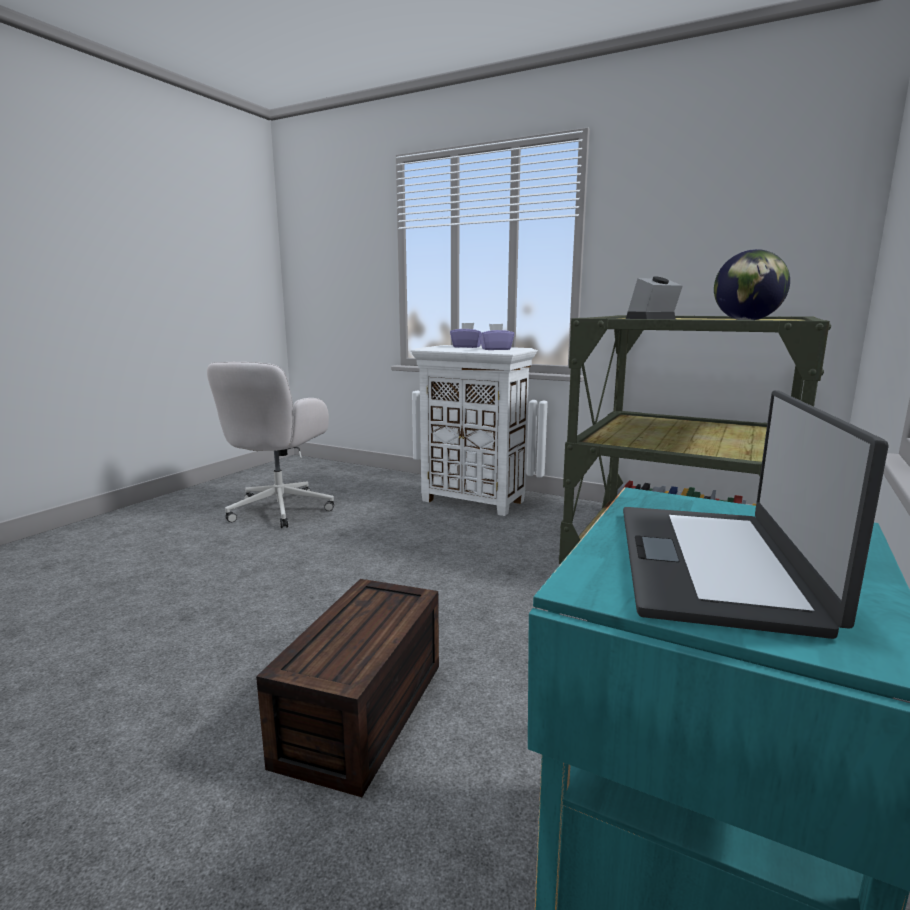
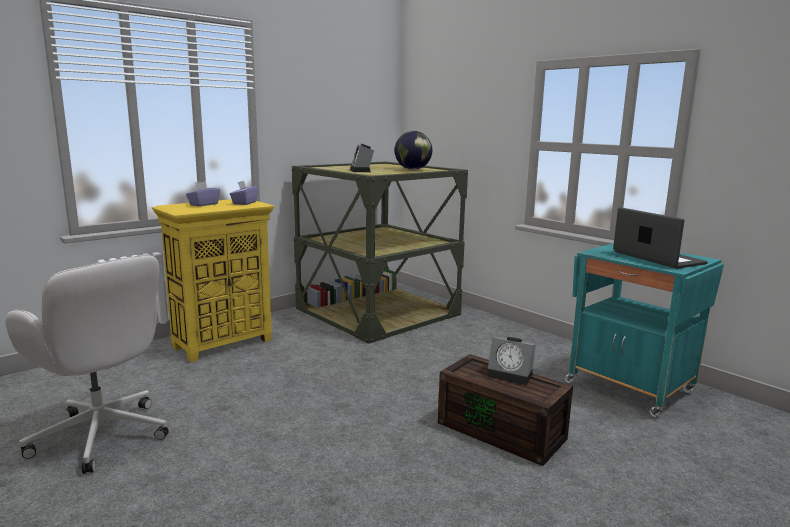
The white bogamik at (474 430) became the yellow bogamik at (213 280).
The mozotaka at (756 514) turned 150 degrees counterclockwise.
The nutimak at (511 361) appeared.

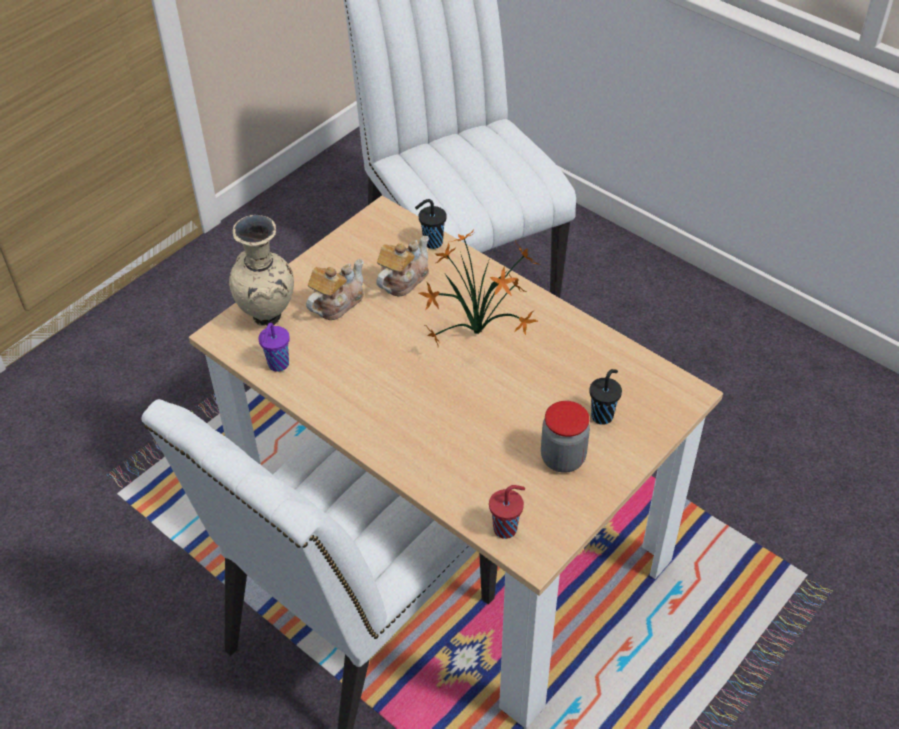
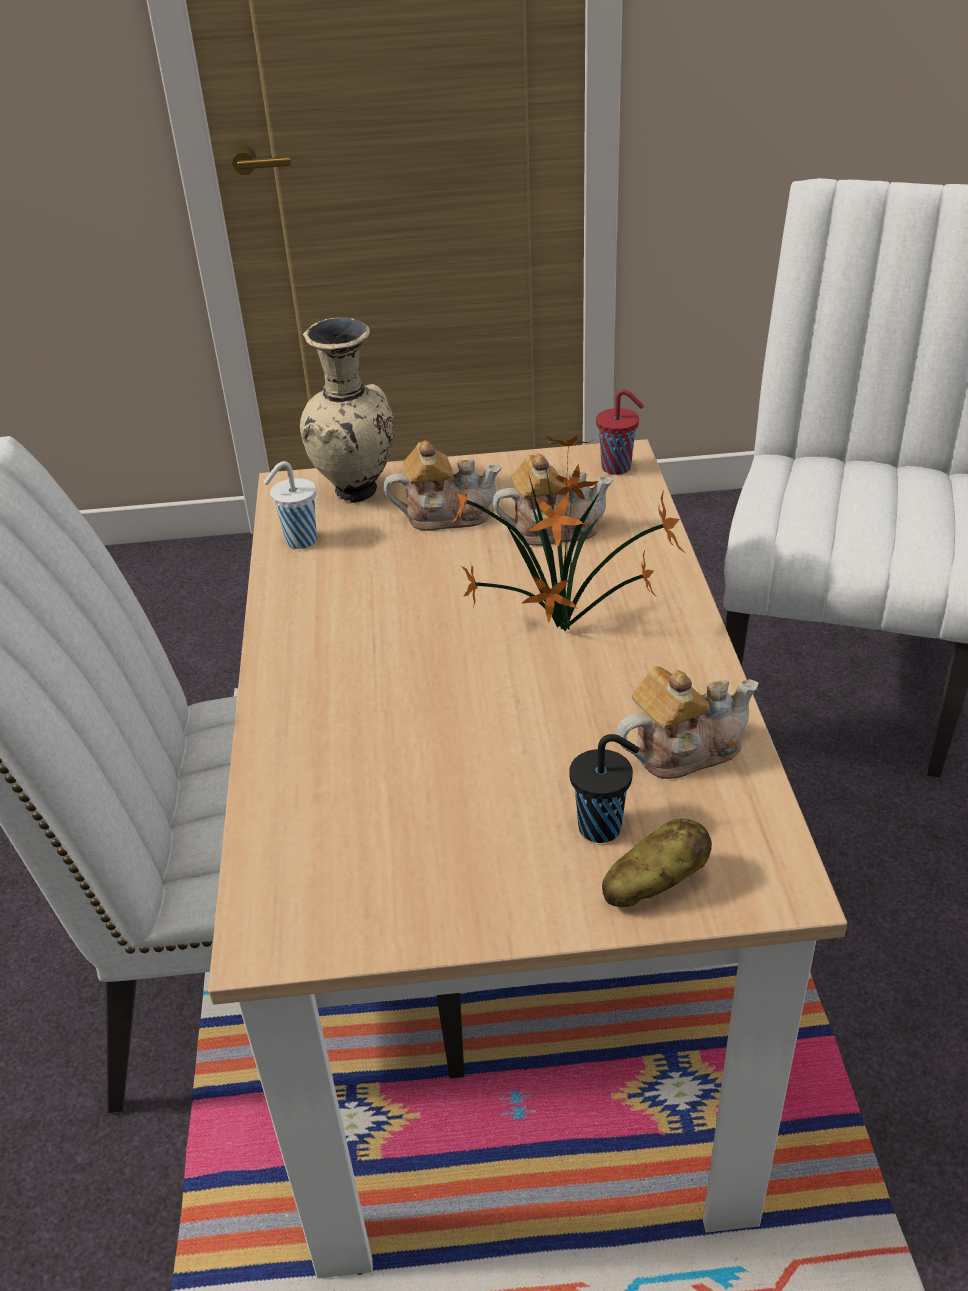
The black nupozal at (431 224) disappeared.
The purple nupozal at (274 347) became the white nupozal at (290 505).
The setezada at (565 437) disappeared.
The red nupozal moved from (507 512) to (620 432).
The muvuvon at (687 722) appeared.
The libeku at (657 863) appeared.

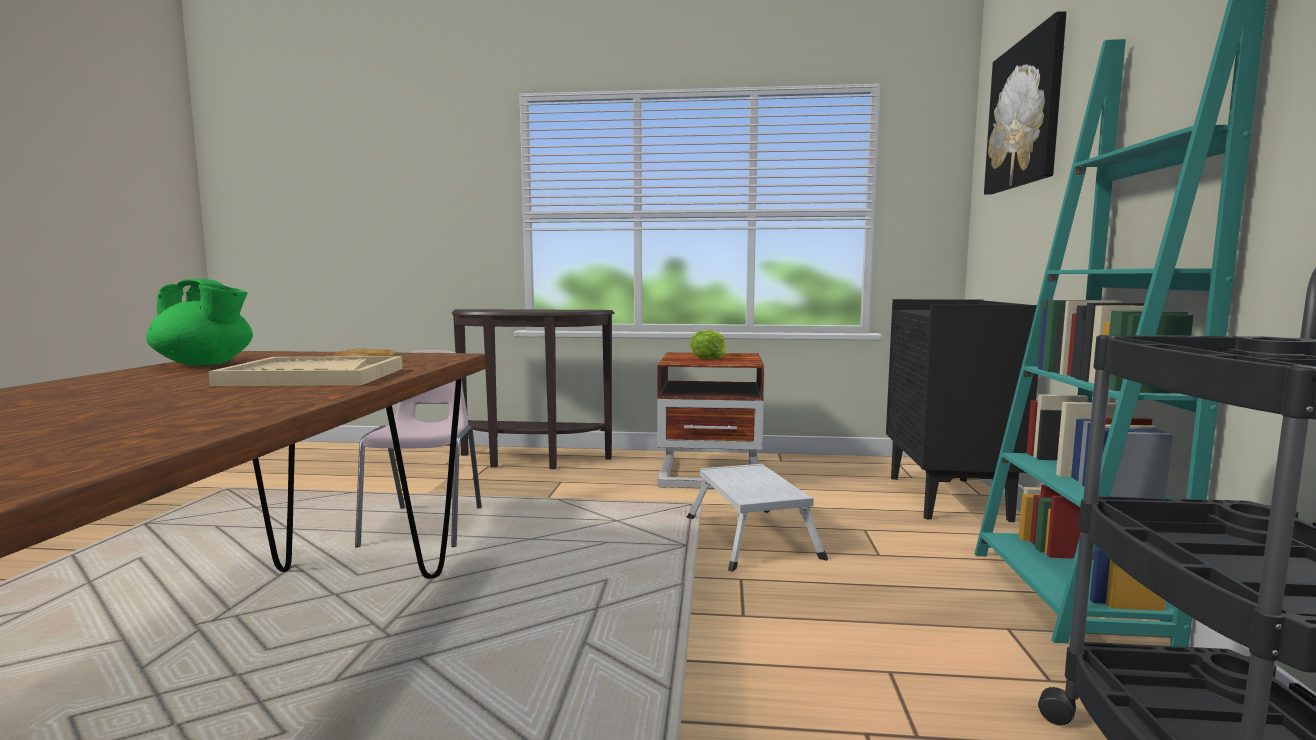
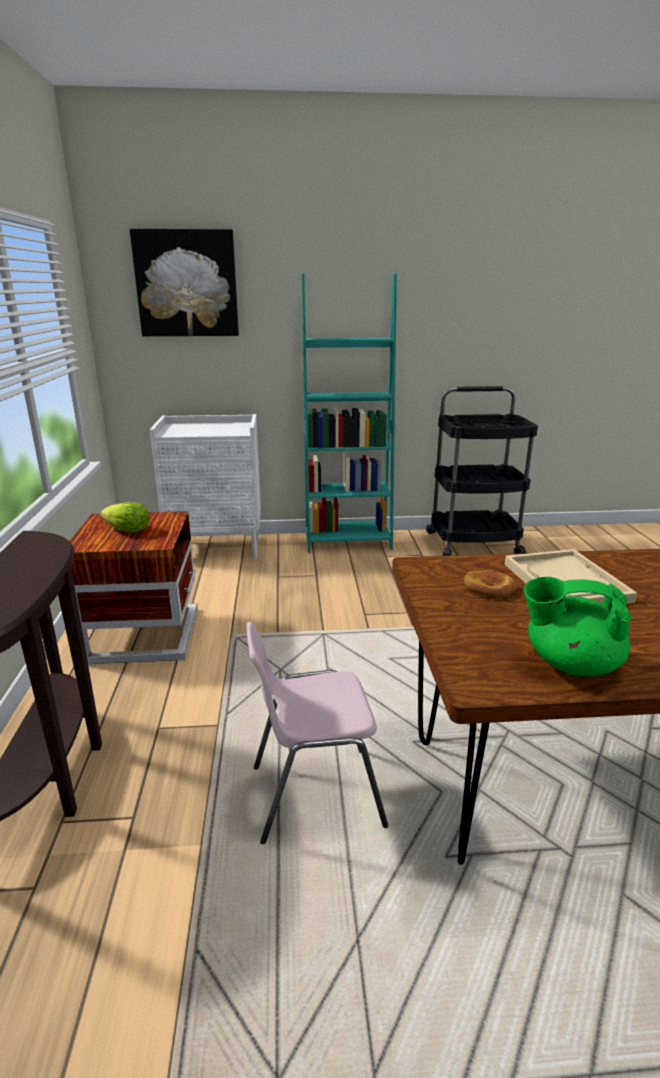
The green muvuvon at (199 322) turned 90 degrees counterclockwise.
The black bogamik at (962 410) became the white bogamik at (205 486).
The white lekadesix at (757 518) disappeared.

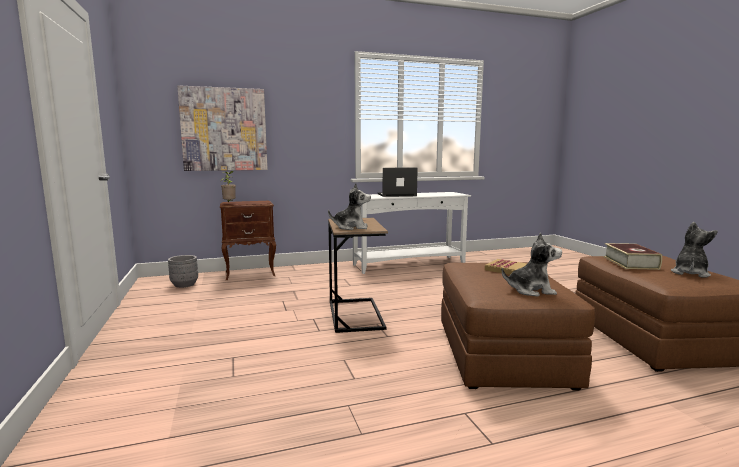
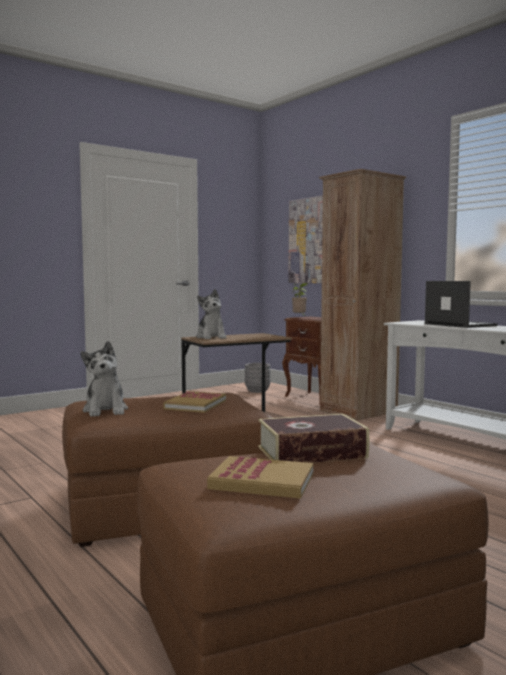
The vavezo at (694 250) was replaced by the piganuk at (260 477).
The brown bogamik at (362 295) appeared.

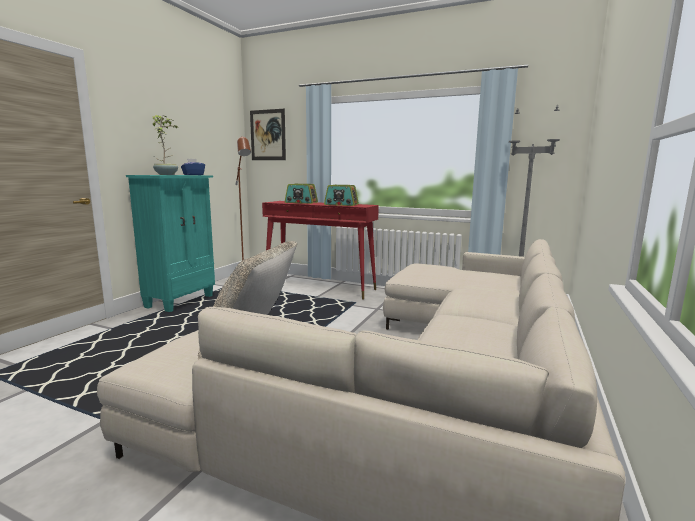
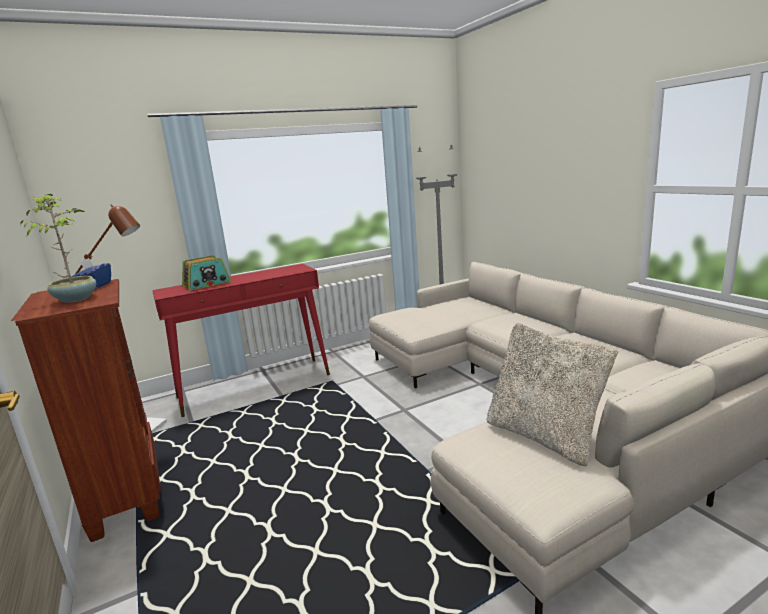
The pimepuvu at (268 134) disappeared.
The turquoise bogamik at (170 243) became the brown bogamik at (86 410).
The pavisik at (341 195) disappeared.

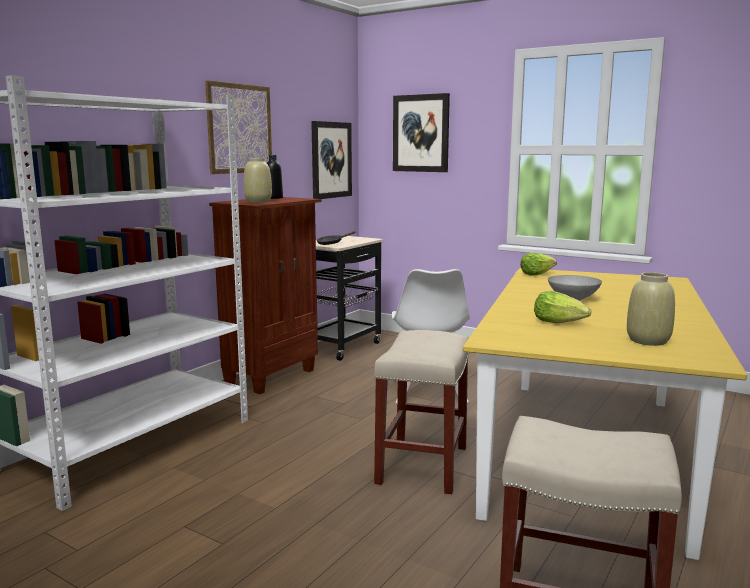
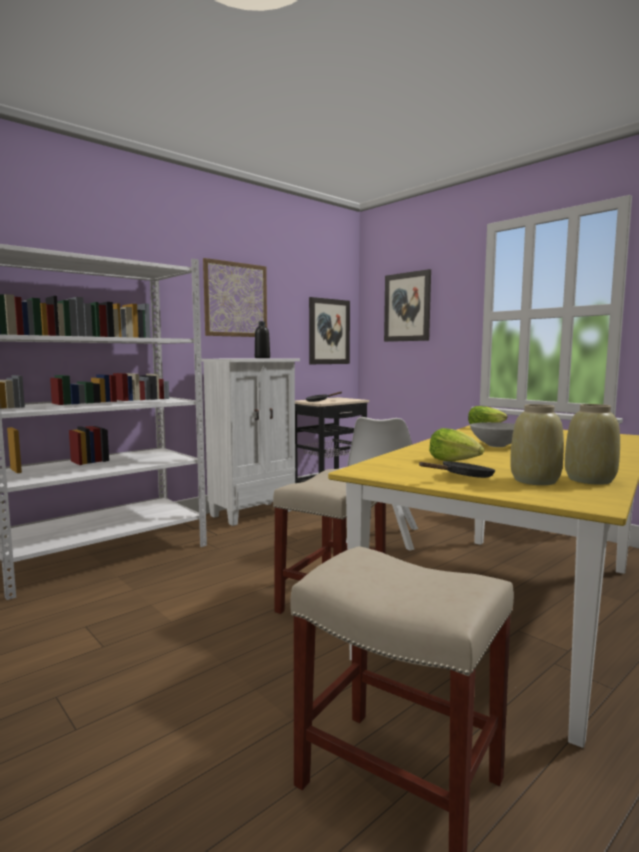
The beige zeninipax moved from (258 180) to (592 444).
The brown bogamik at (265 295) became the white bogamik at (250 442).
The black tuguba at (457 469) appeared.

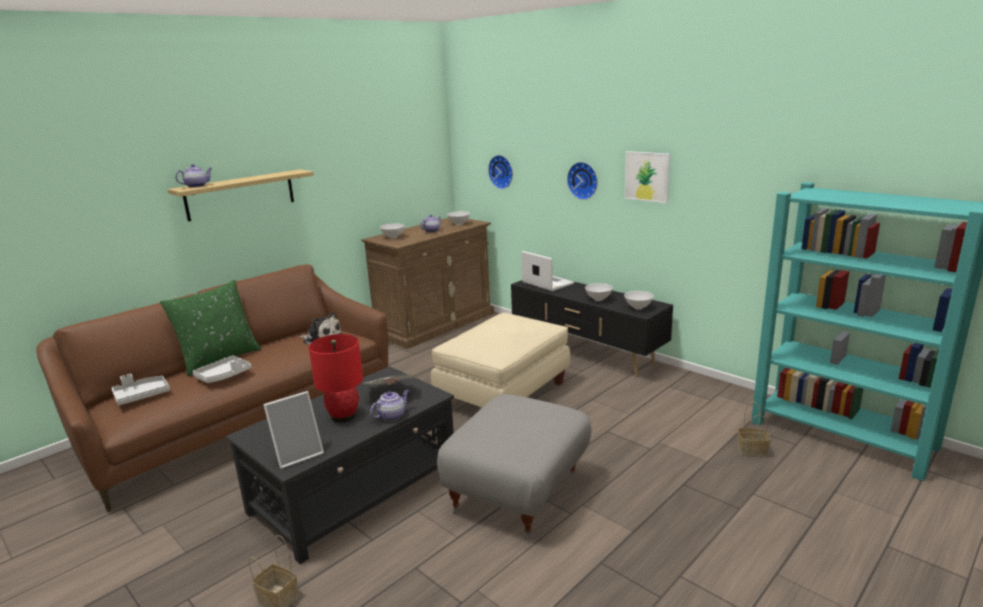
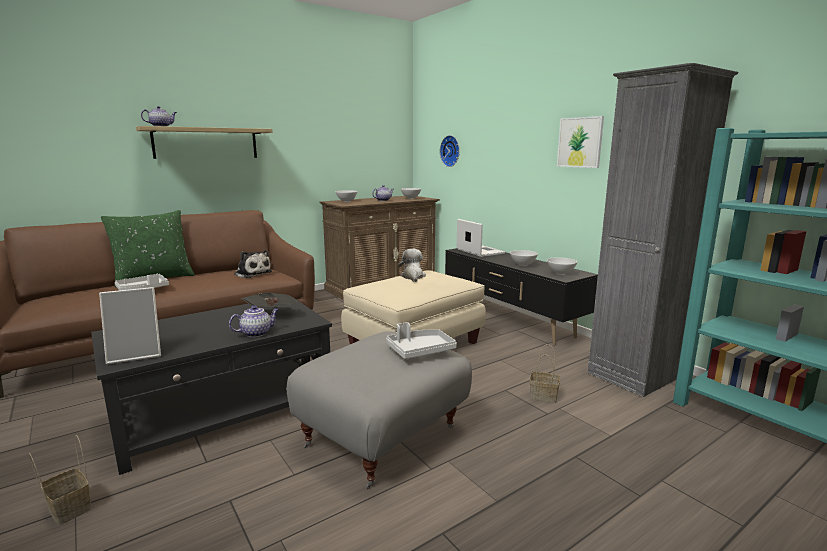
The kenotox at (582 181) disappeared.
The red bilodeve at (336 378) disappeared.
The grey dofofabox moved from (141 389) to (421 340).
The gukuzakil moved from (753 429) to (545 373).
The grey bogamik at (662 230) appeared.
The vavezo at (412 265) appeared.

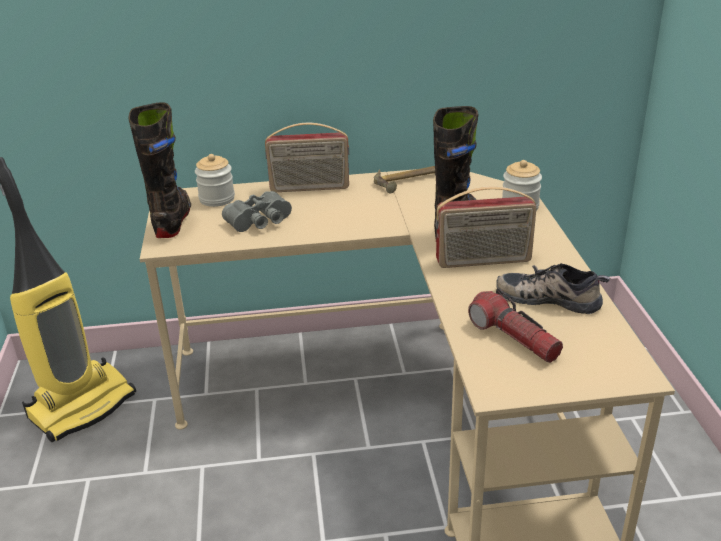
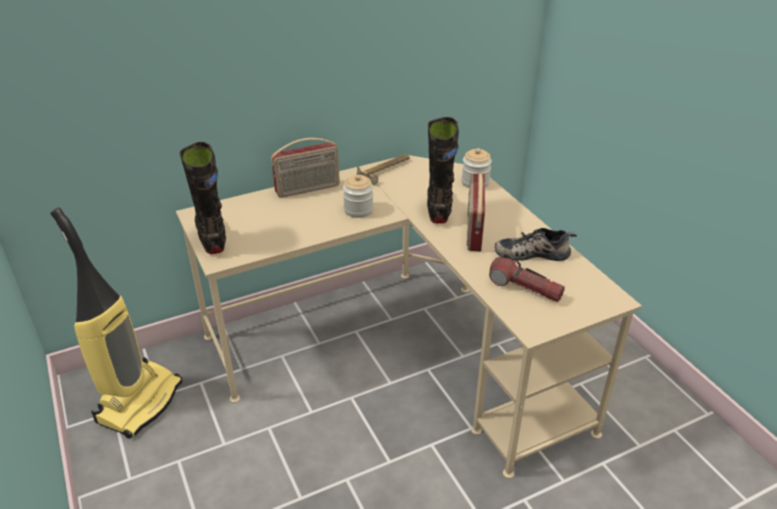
The setezada moved from (215 180) to (358 196).
The pavisik at (486 227) turned 120 degrees clockwise.
The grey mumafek at (257 211) disappeared.

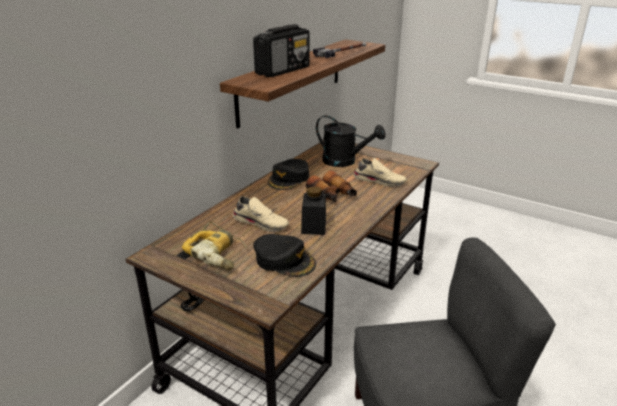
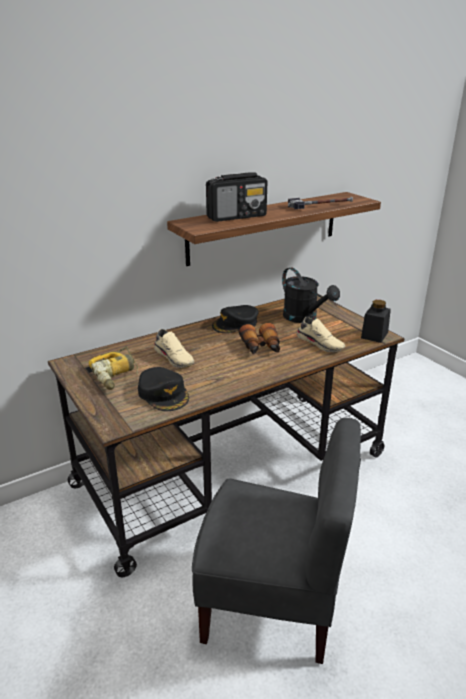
The black setezada moved from (313 210) to (376 321).

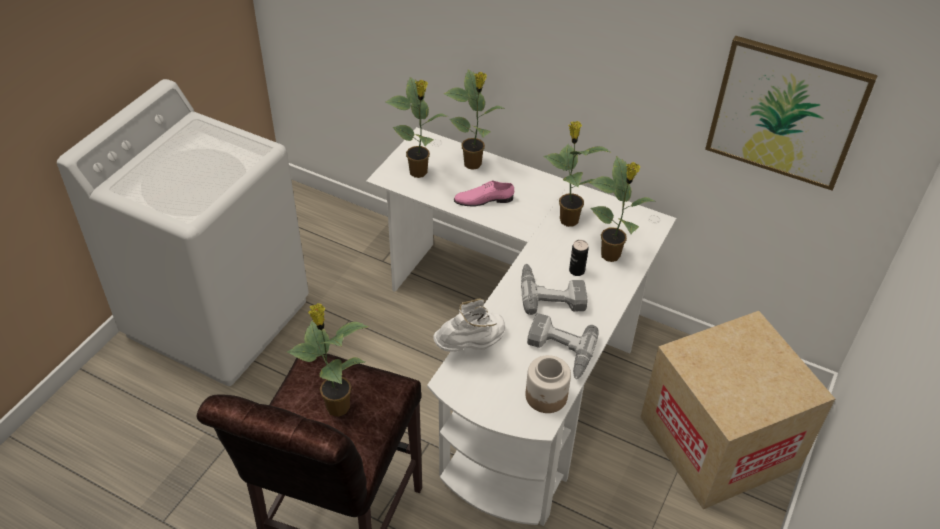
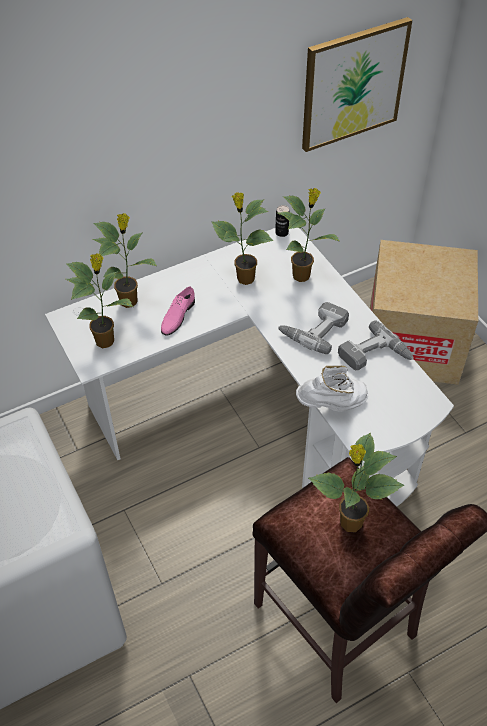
The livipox moved from (579 258) to (282 221).
The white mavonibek at (469 325) turned 75 degrees clockwise.
The setezada at (548 384) disappeared.

